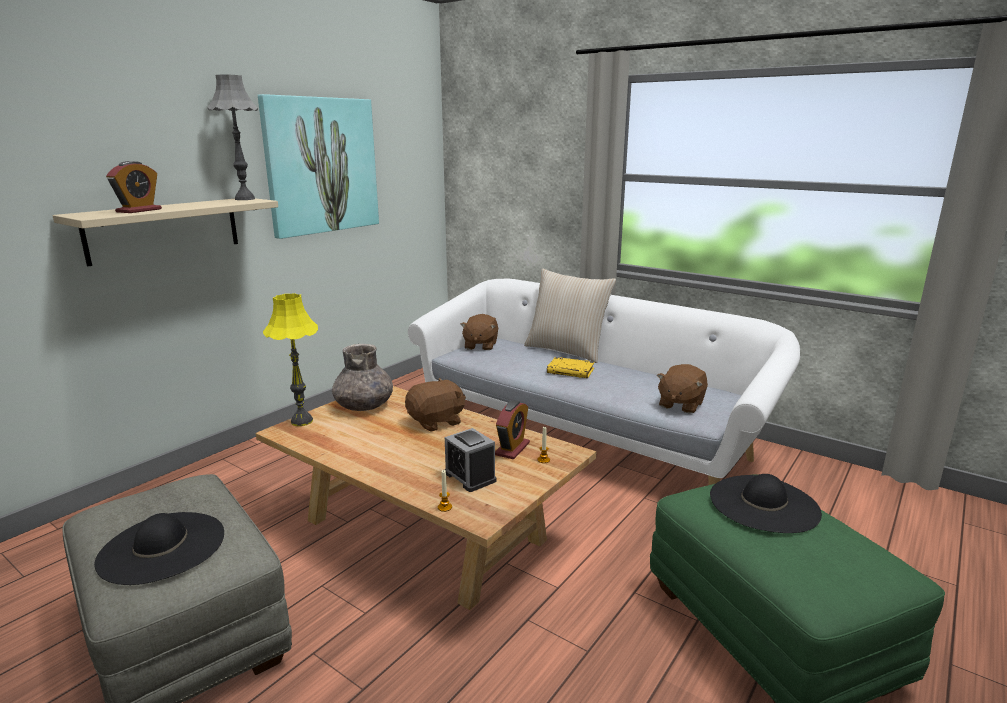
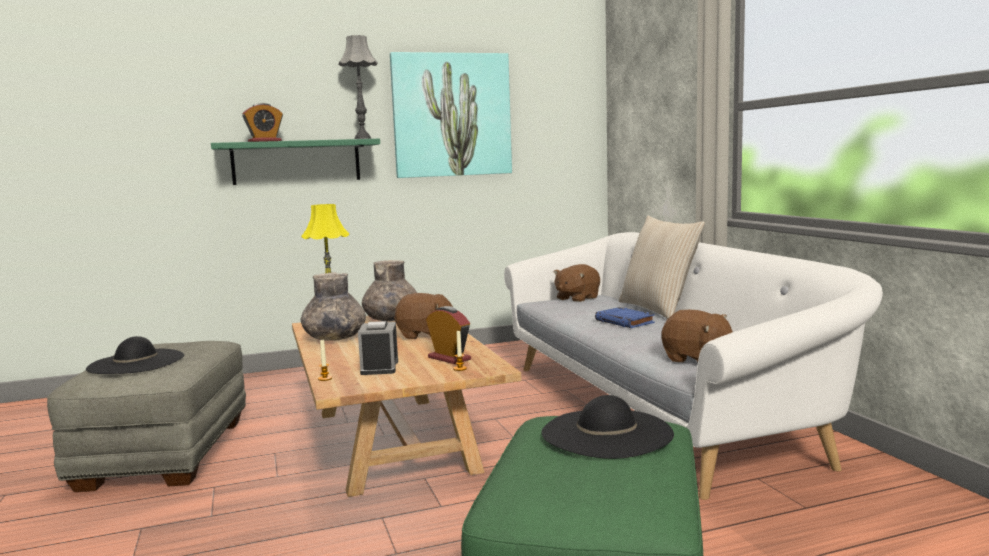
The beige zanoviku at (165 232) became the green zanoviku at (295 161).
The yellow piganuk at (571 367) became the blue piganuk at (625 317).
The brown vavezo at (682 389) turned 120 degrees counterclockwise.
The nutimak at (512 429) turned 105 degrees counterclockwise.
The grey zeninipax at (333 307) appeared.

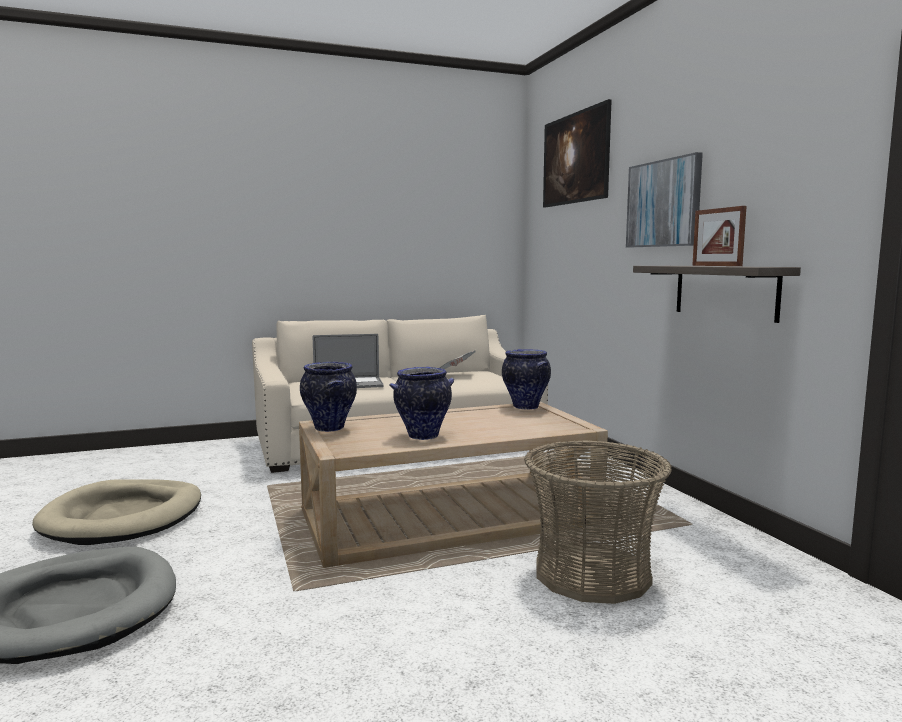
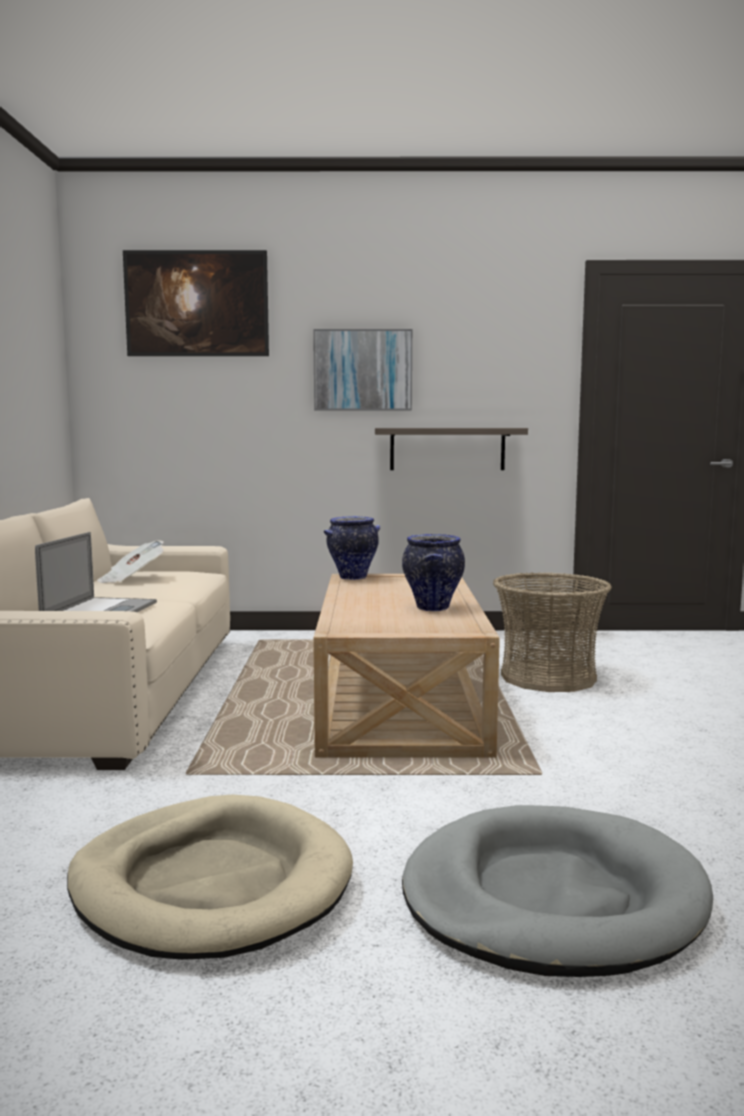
The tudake at (719 236) disappeared.
The zeninipax at (328 397) disappeared.

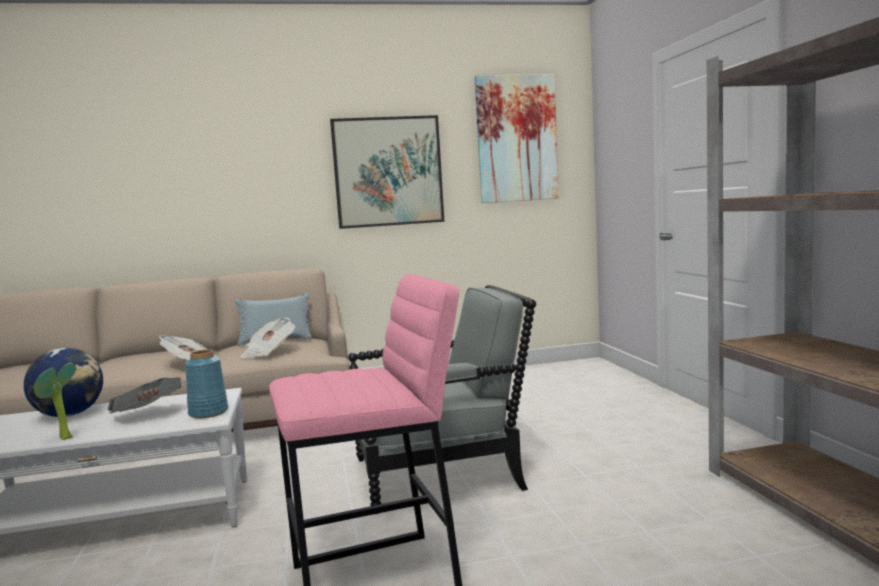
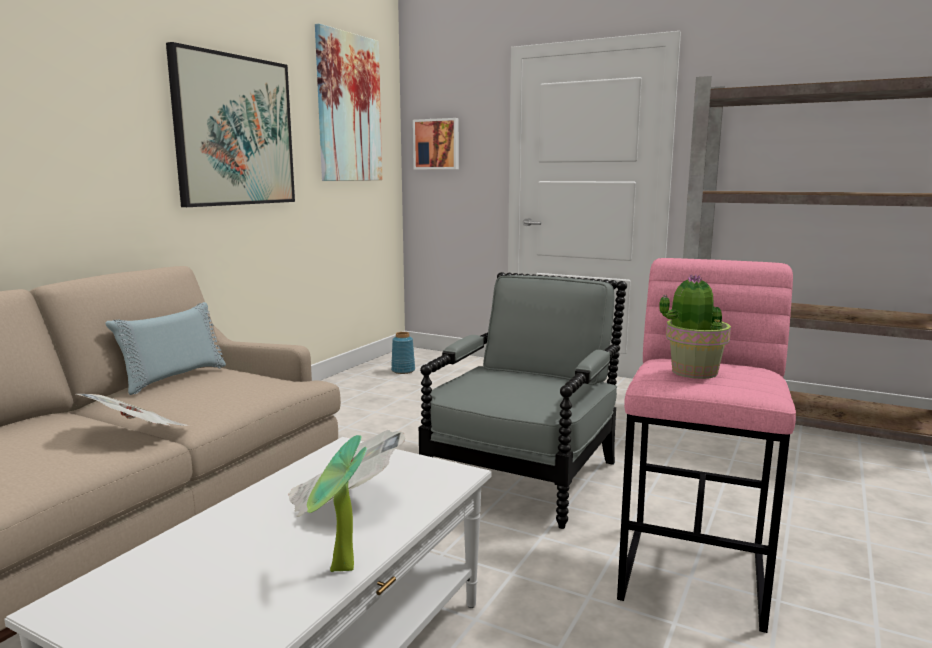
The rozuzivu at (268 338) disappeared.
The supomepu at (63 382) disappeared.
The blue zeninipax moved from (206 383) to (403 353).
The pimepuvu at (436 143) appeared.
The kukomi at (695 326) appeared.

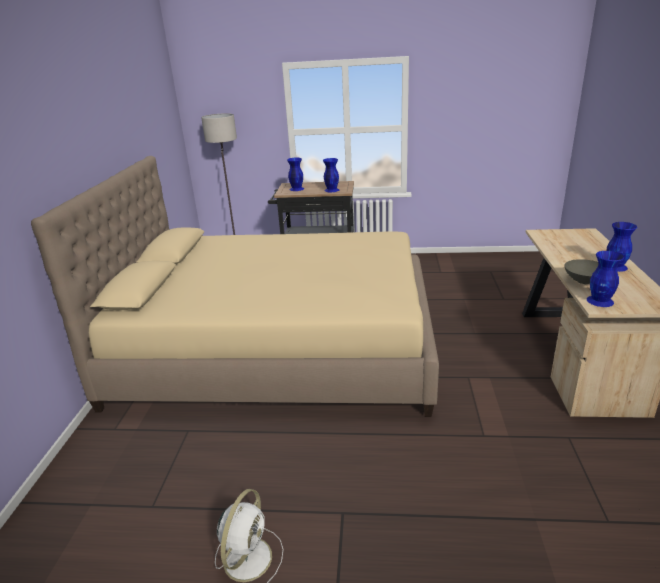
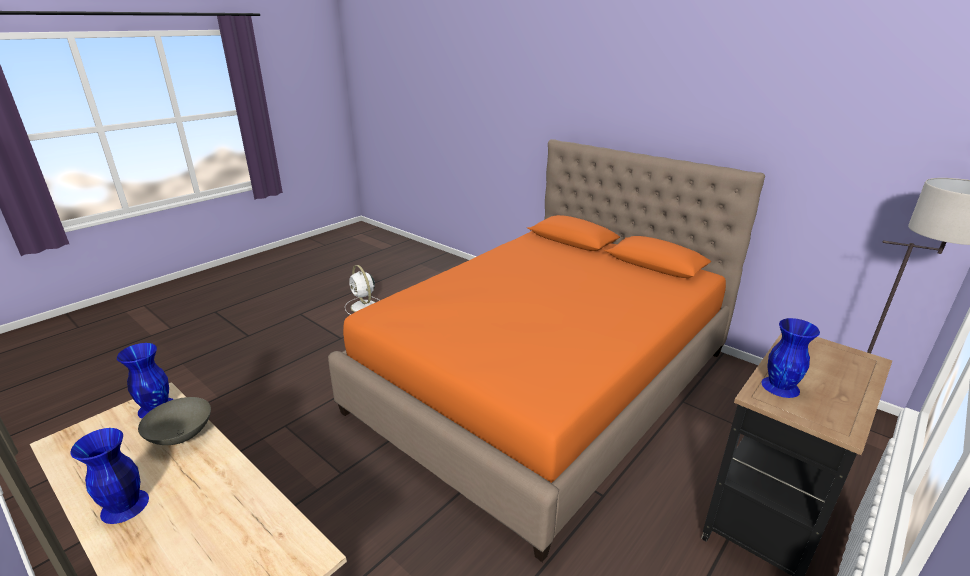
The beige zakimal at (235 286) became the orange zakimal at (546 350).
The blue zeninipax at (295 174) disappeared.

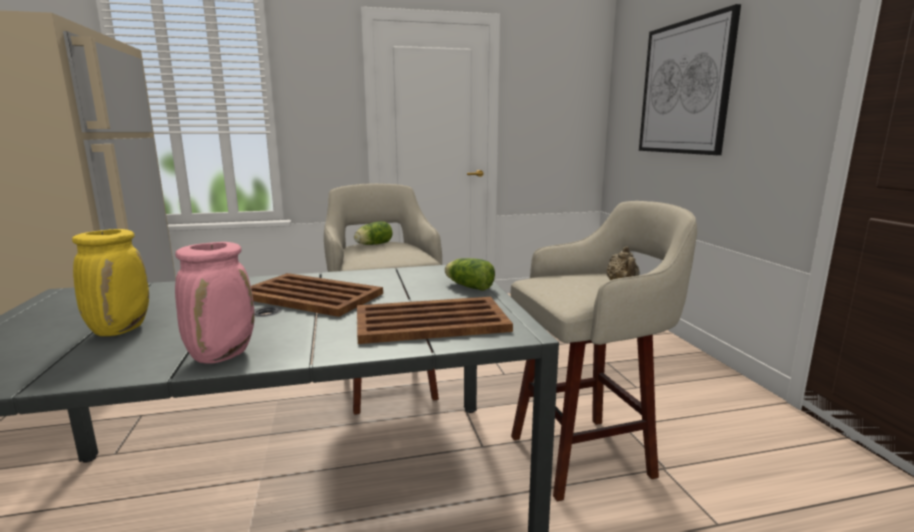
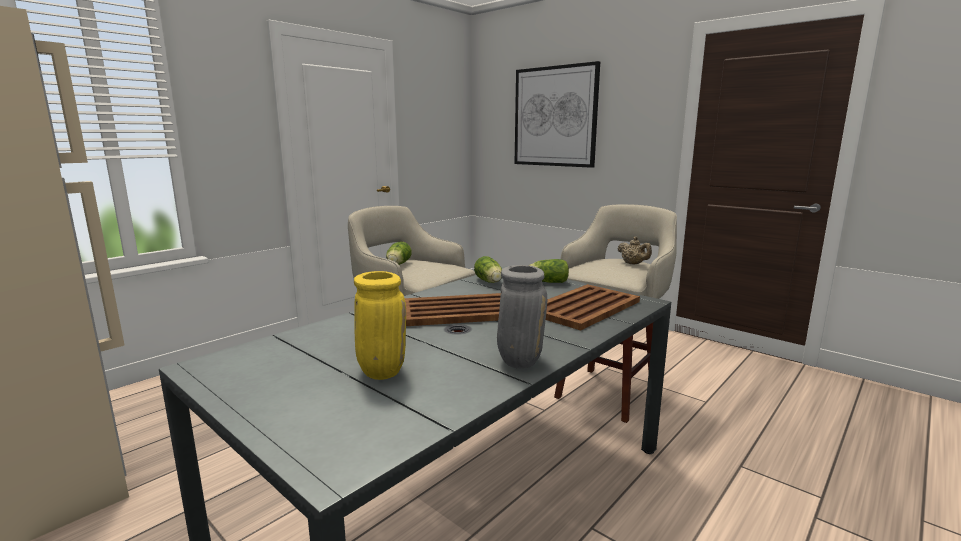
The pink zeninipax at (215 303) became the grey zeninipax at (522 316).
The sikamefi at (488 269) appeared.

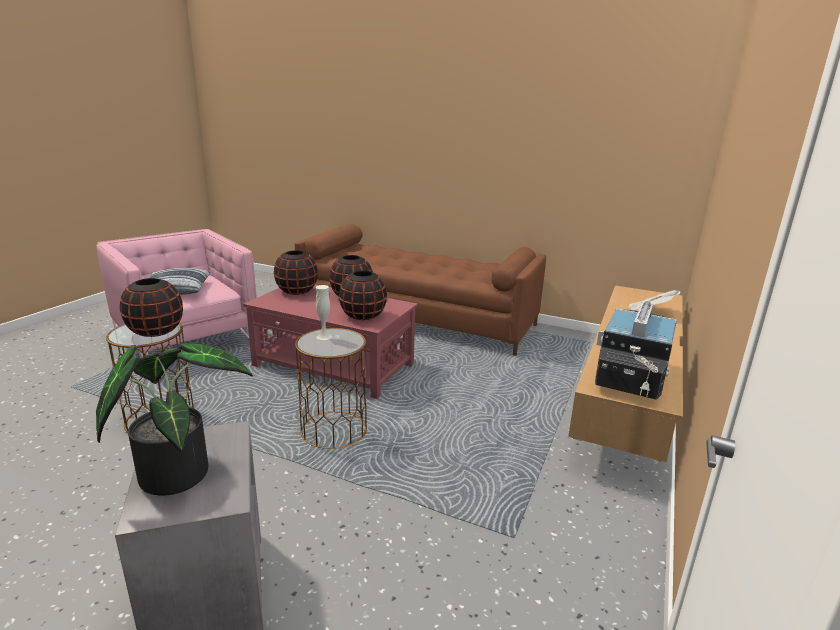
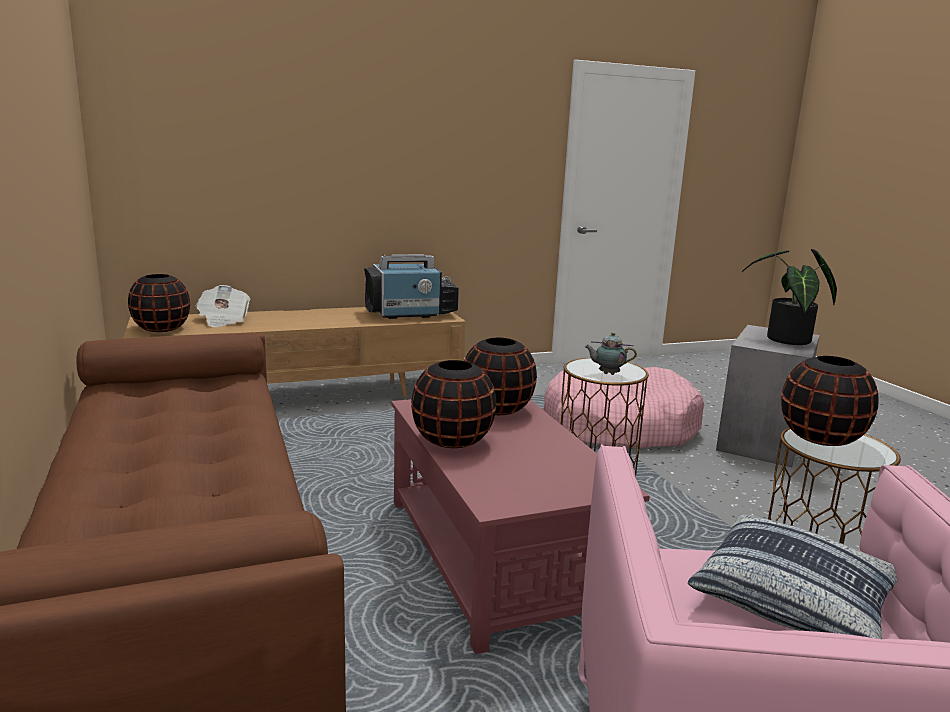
The black zeninipax moved from (296 272) to (159 303).
The white zeninipax at (323 312) was replaced by the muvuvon at (610 353).
The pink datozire at (623 407) appeared.

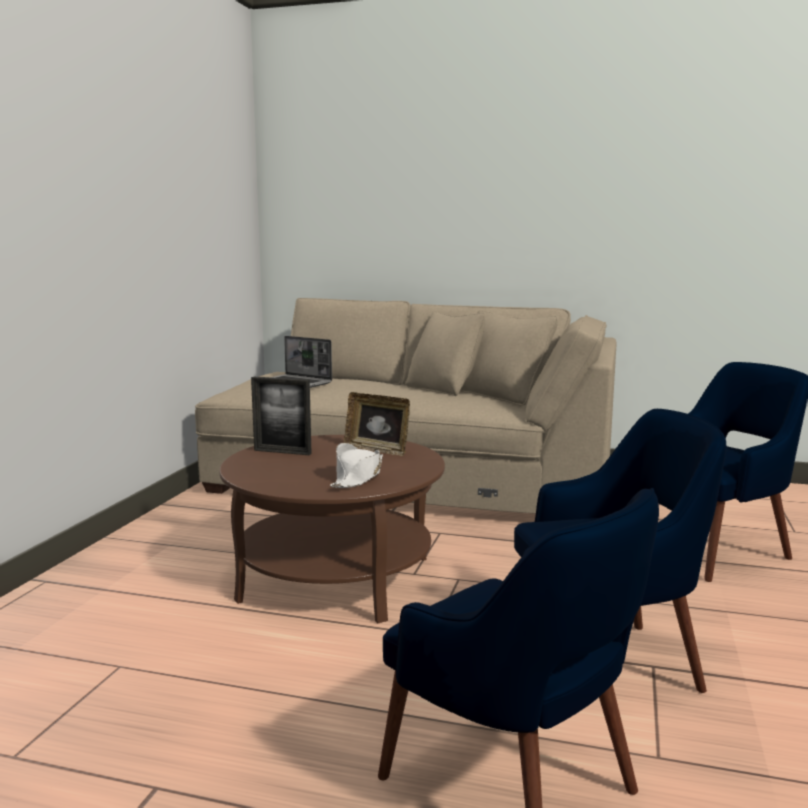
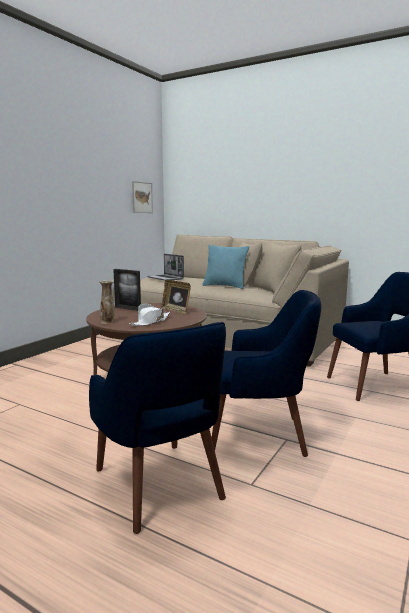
The pimepuvu at (142 197) appeared.
The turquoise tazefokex at (225 267) appeared.
The zeninipax at (107 302) appeared.

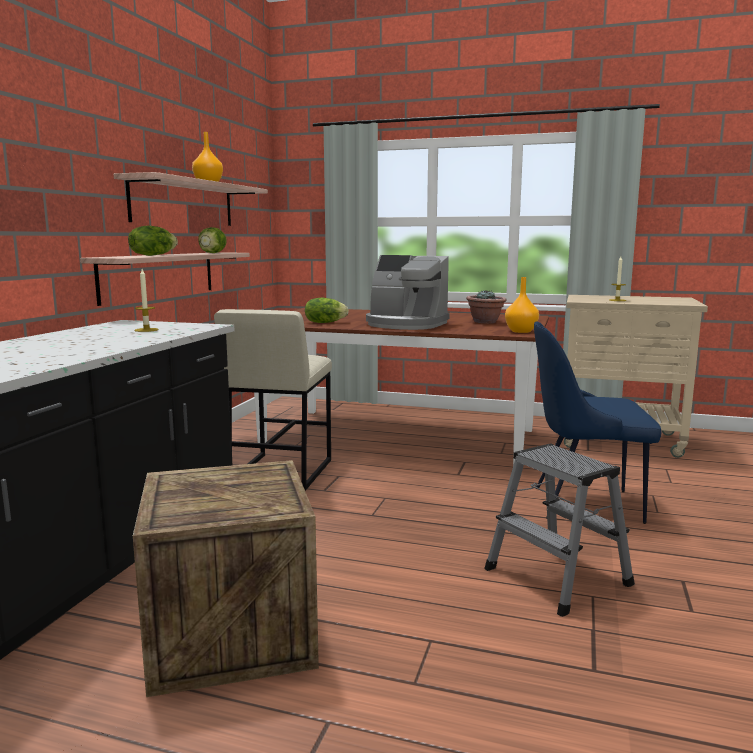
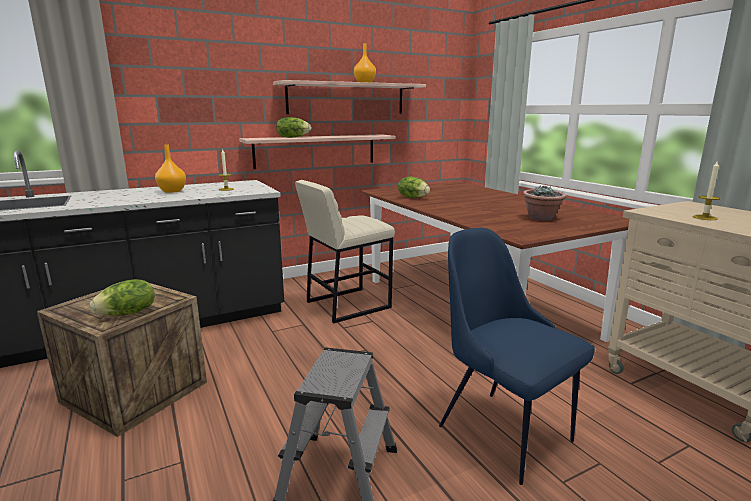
The sikamefi moved from (212 240) to (122 297).
The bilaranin at (408 292) disappeared.
The orange zeninipax moved from (522 305) to (170 169).

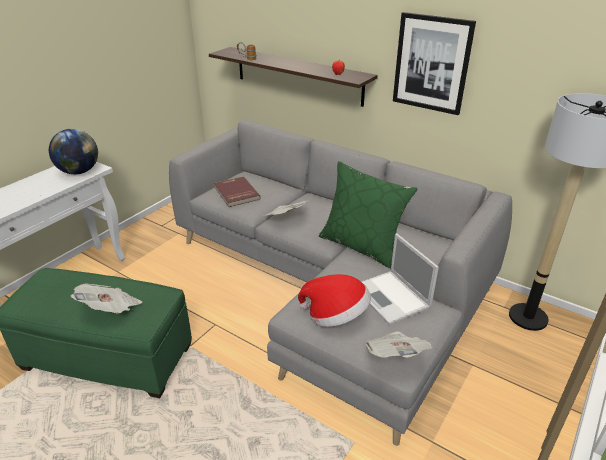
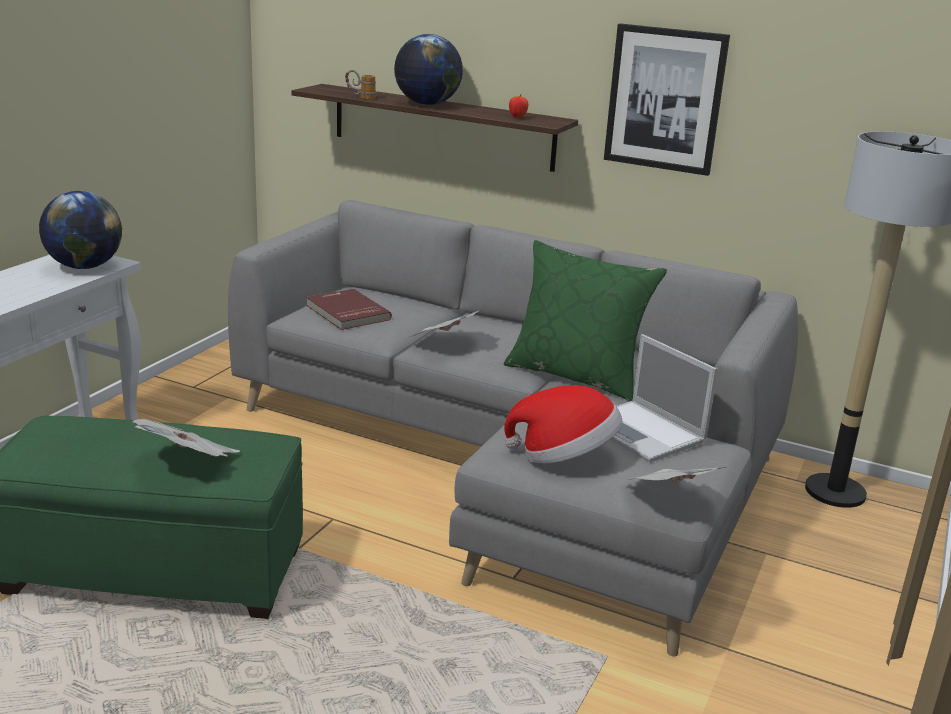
The supomepu at (428 69) appeared.

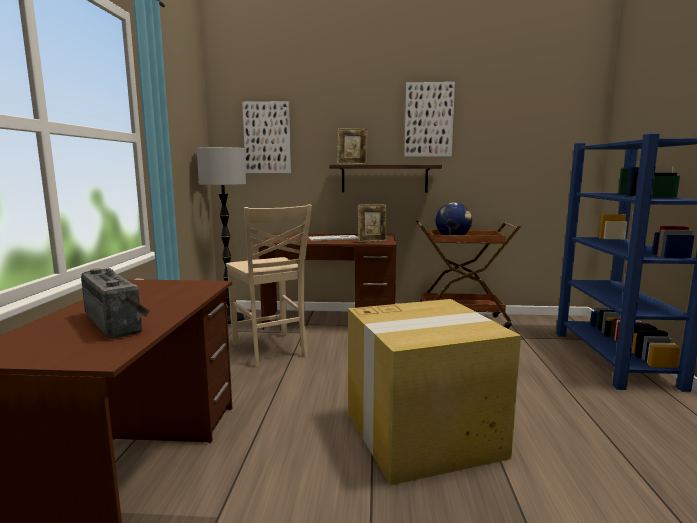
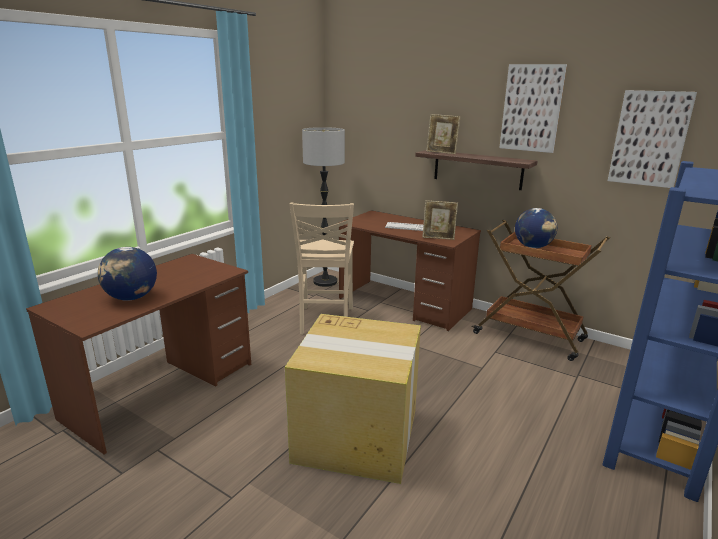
The pimepuvu moved from (266 137) to (652 139).
The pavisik at (115 303) was replaced by the supomepu at (127 274).

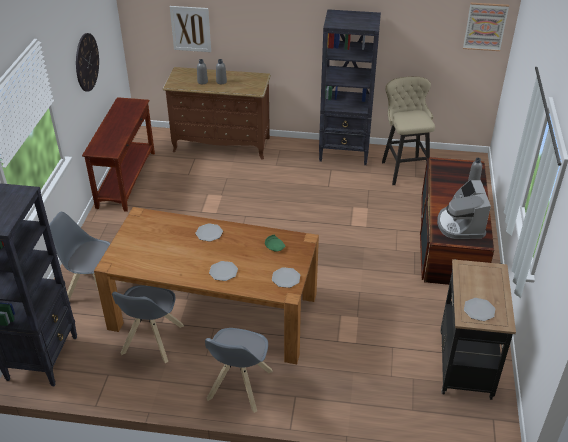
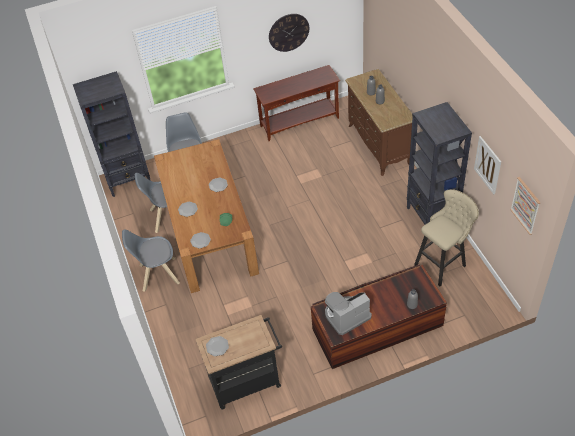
The pimepuvu moved from (190 29) to (487 165).

